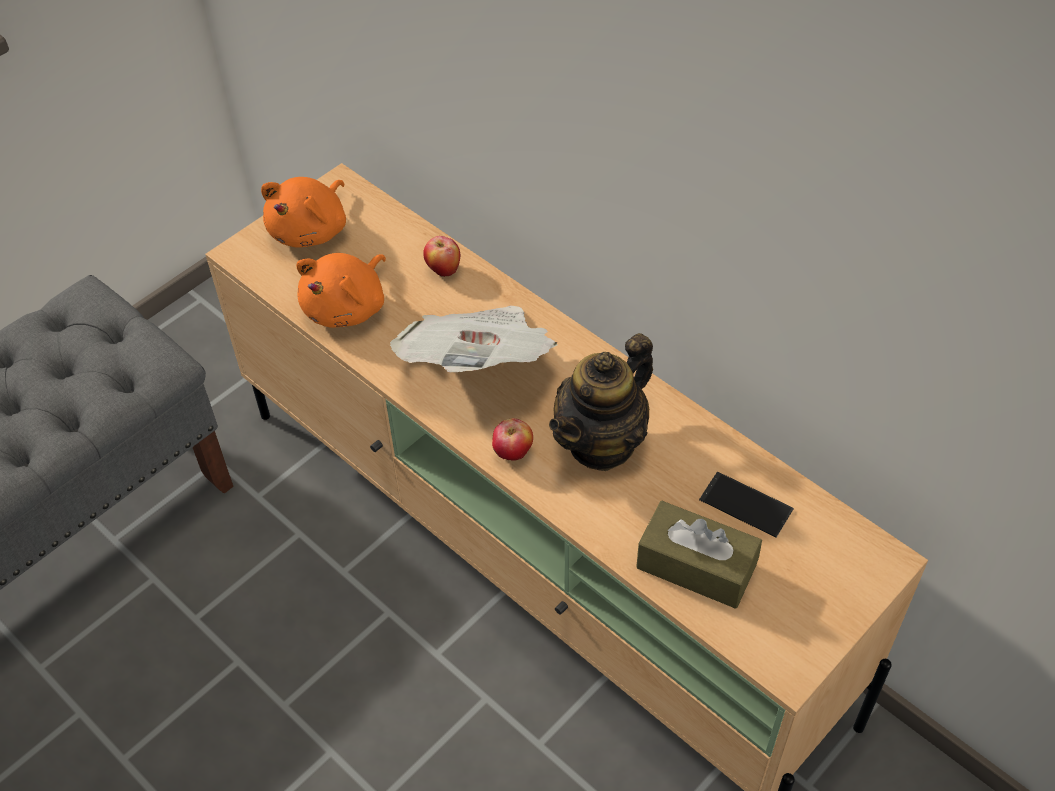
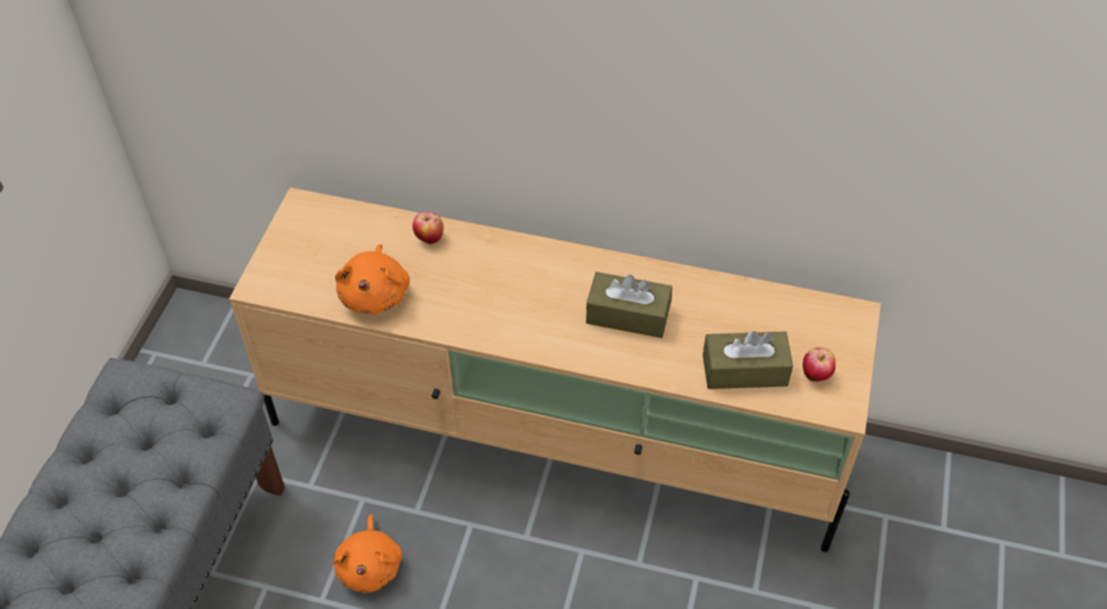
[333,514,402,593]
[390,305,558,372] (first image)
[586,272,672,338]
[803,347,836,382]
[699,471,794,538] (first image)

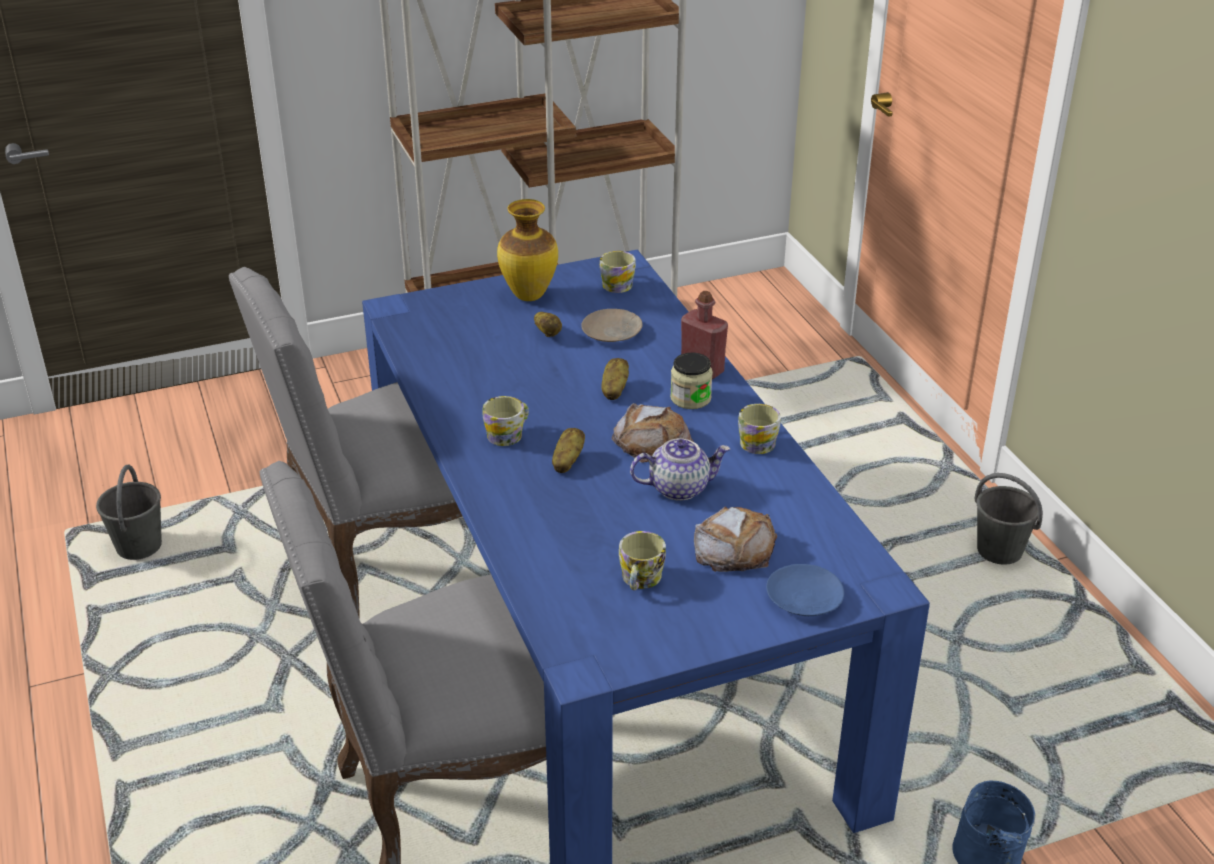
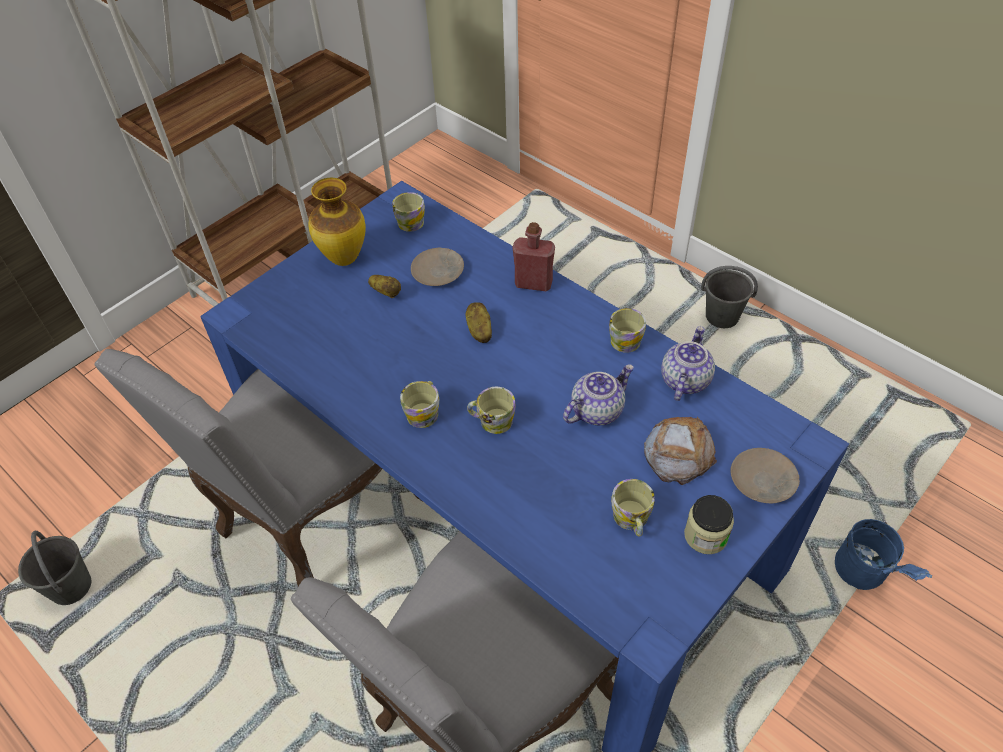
[684,495,734,554]
[612,403,694,463] (first image)
[467,387,516,434]
[730,448,800,503]
[661,326,715,401]

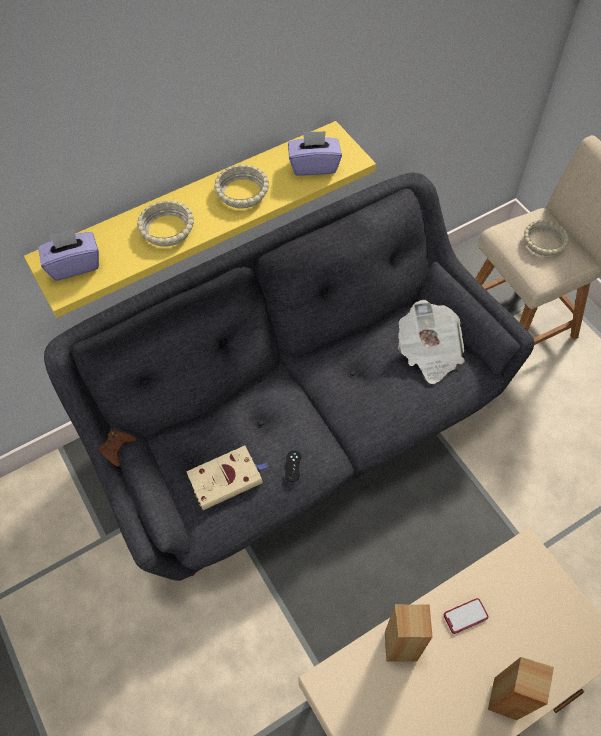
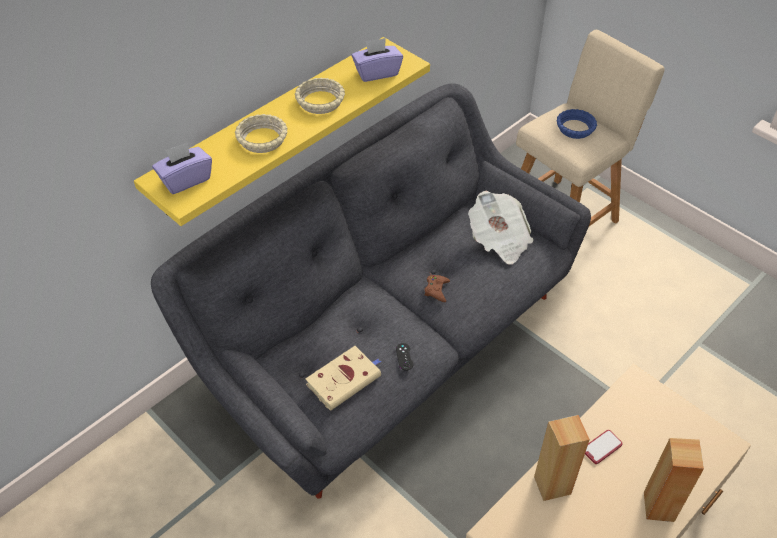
[557,109,597,139]
[425,275,450,302]

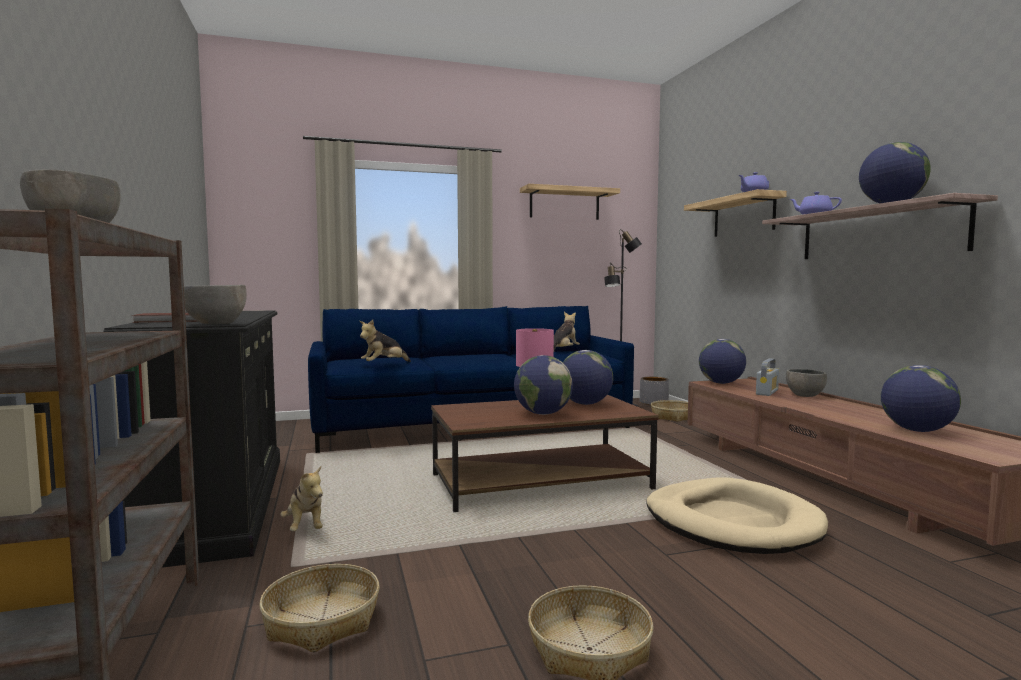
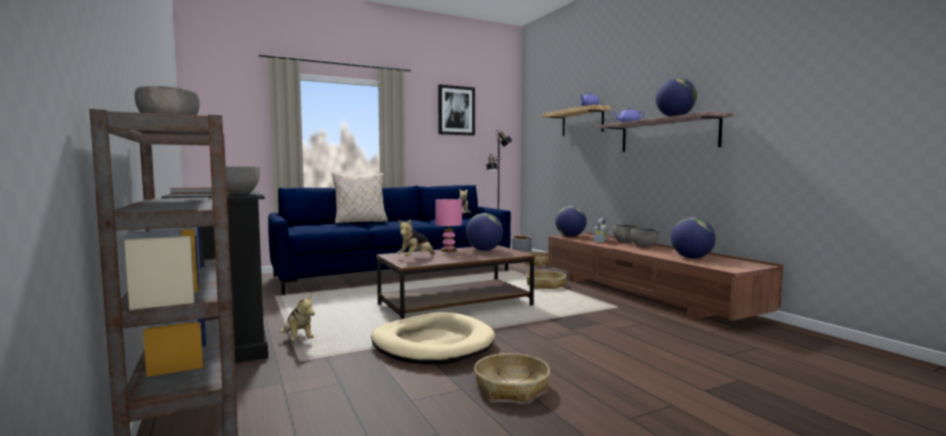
[438,84,475,136]
[397,219,435,256]
[514,355,573,415] (first image)
[371,312,495,364]
[526,271,566,289]
[332,173,388,224]
[630,228,659,247]

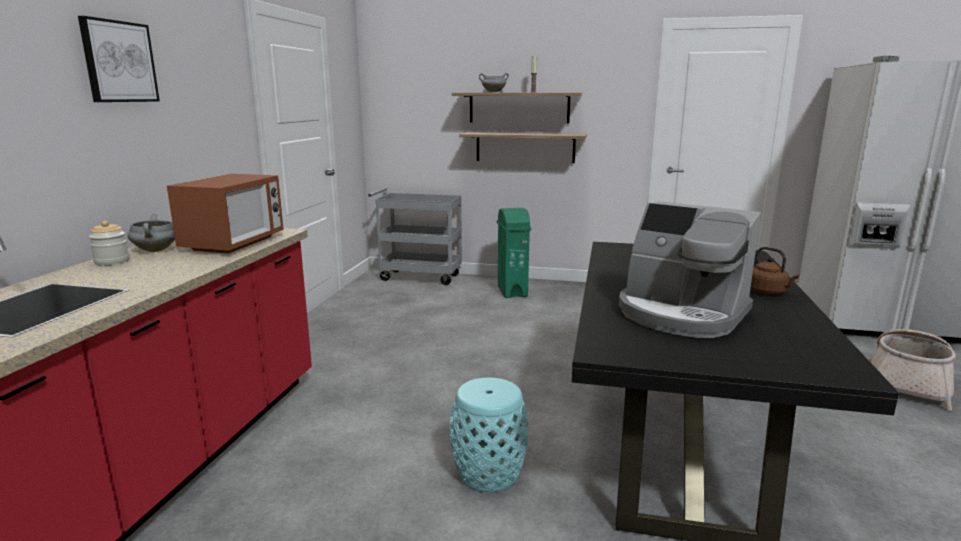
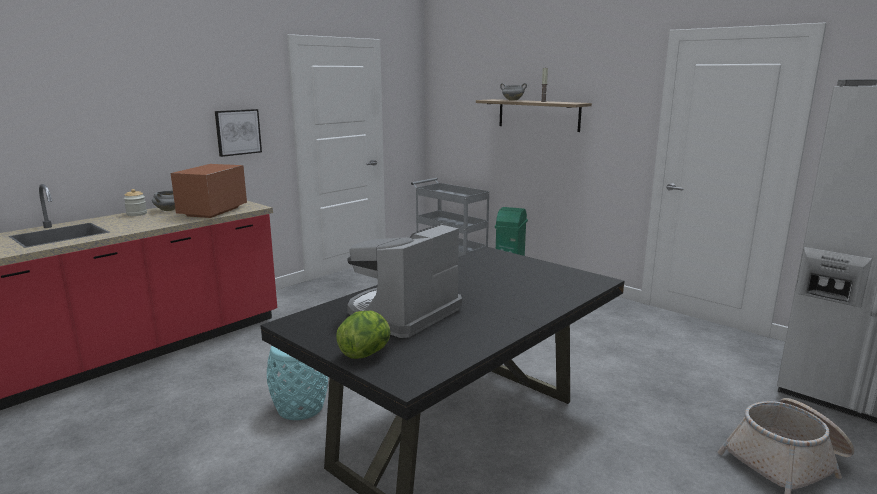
[215,109,262,157]
[459,132,587,163] (first image)
[171,164,247,218]
[347,223,462,338]
[750,247,800,295] (first image)
[336,311,391,359]

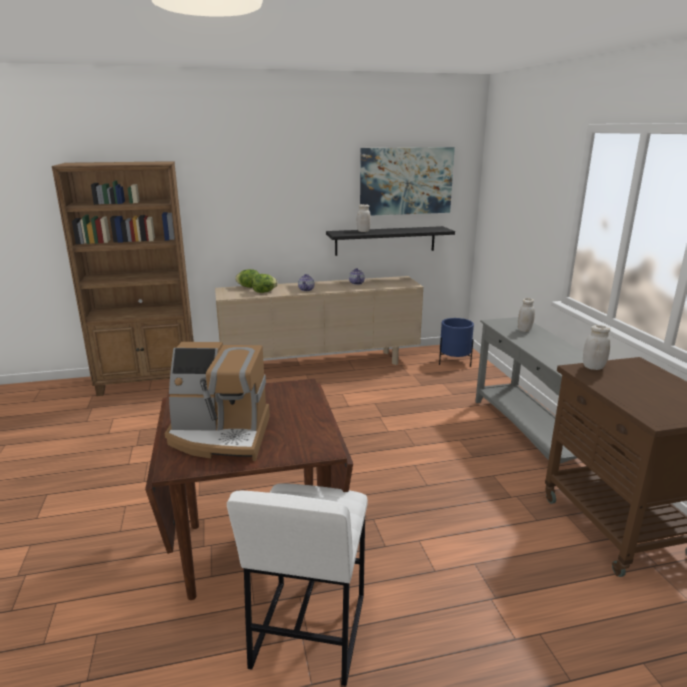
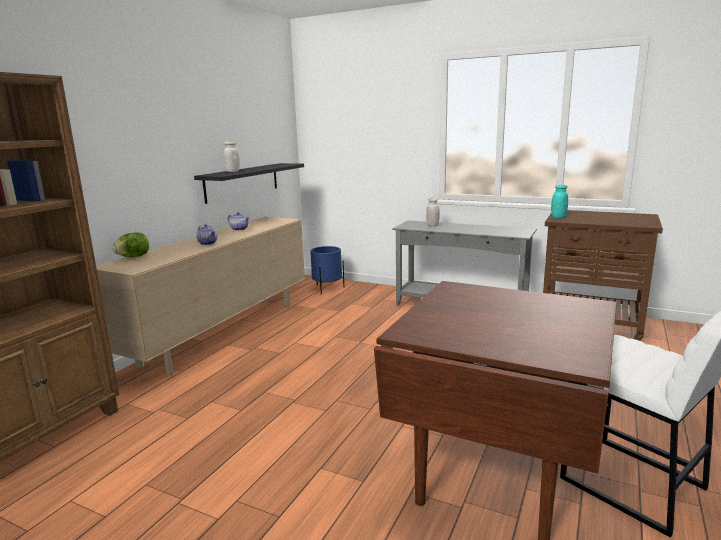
[360,147,455,215] (first image)
[252,274,278,293] (first image)
[551,185,568,218]
[165,342,270,461] (first image)

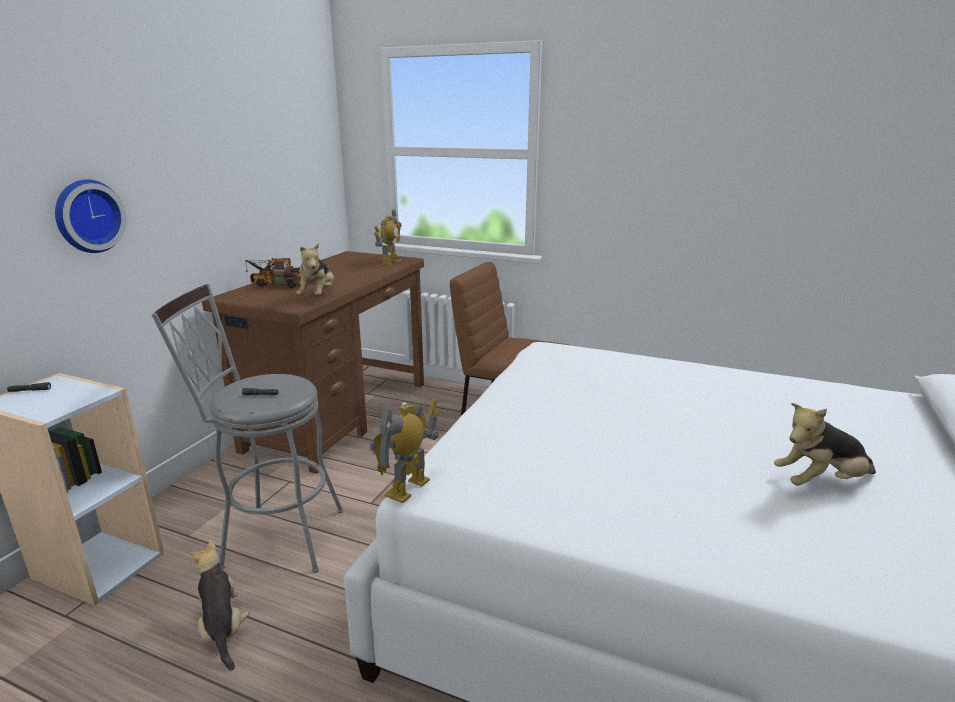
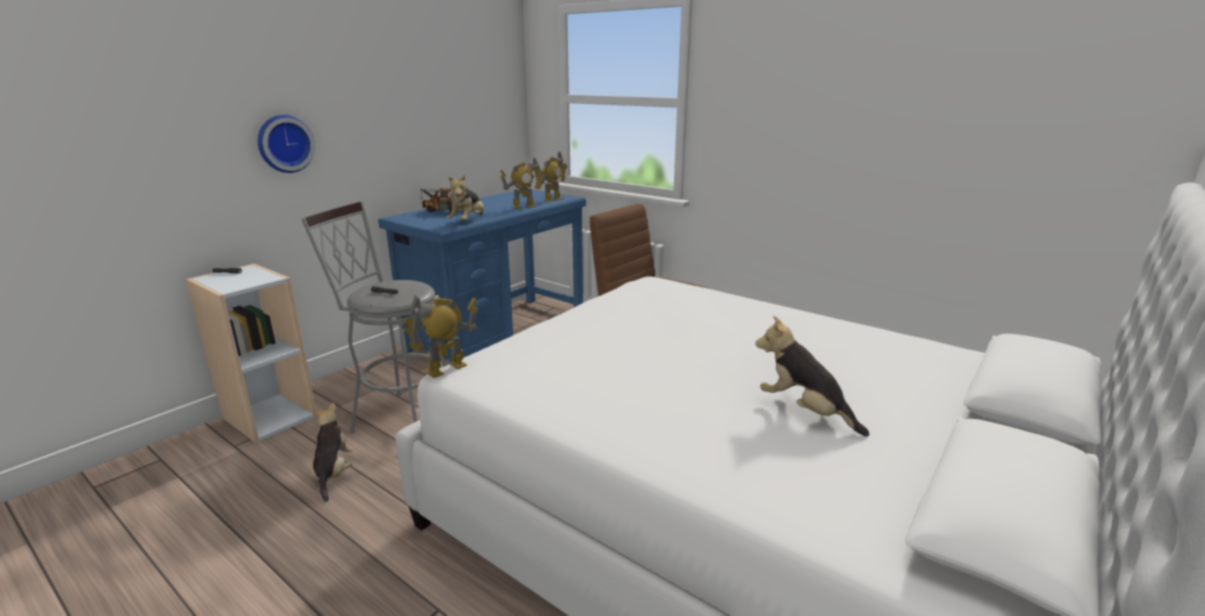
[378,190,586,363]
[756,315,869,437]
[500,157,545,209]

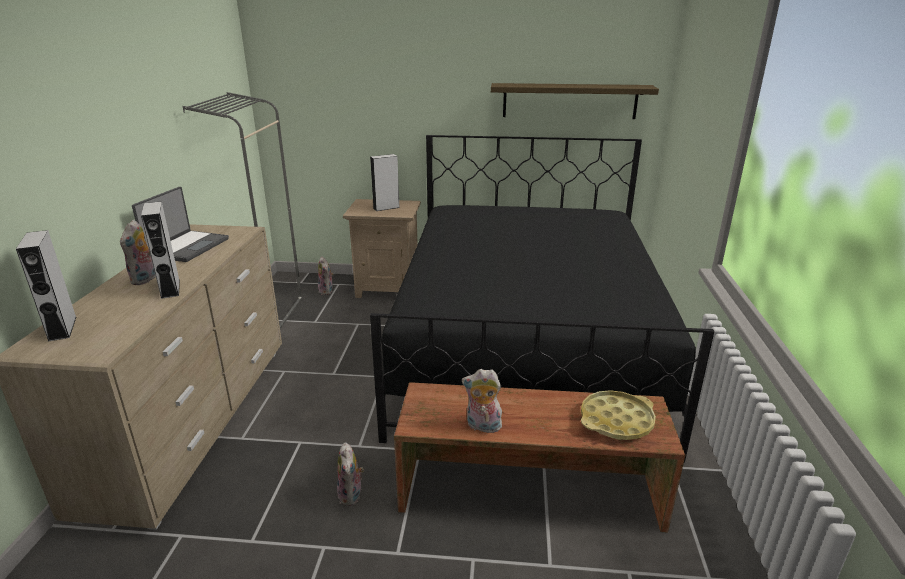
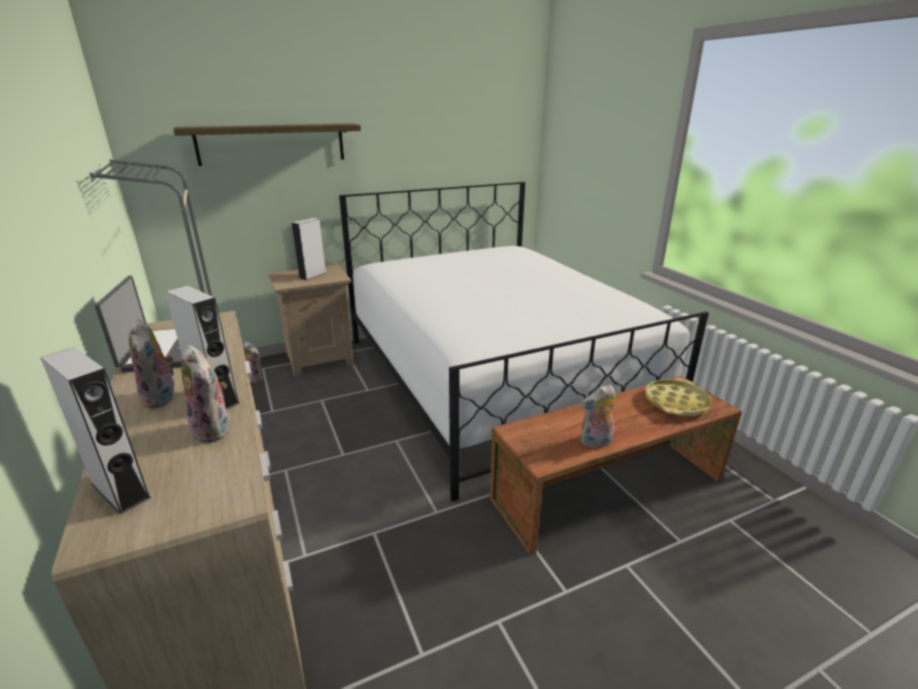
[173,124,361,166]
[339,182,709,501]
[181,345,229,443]

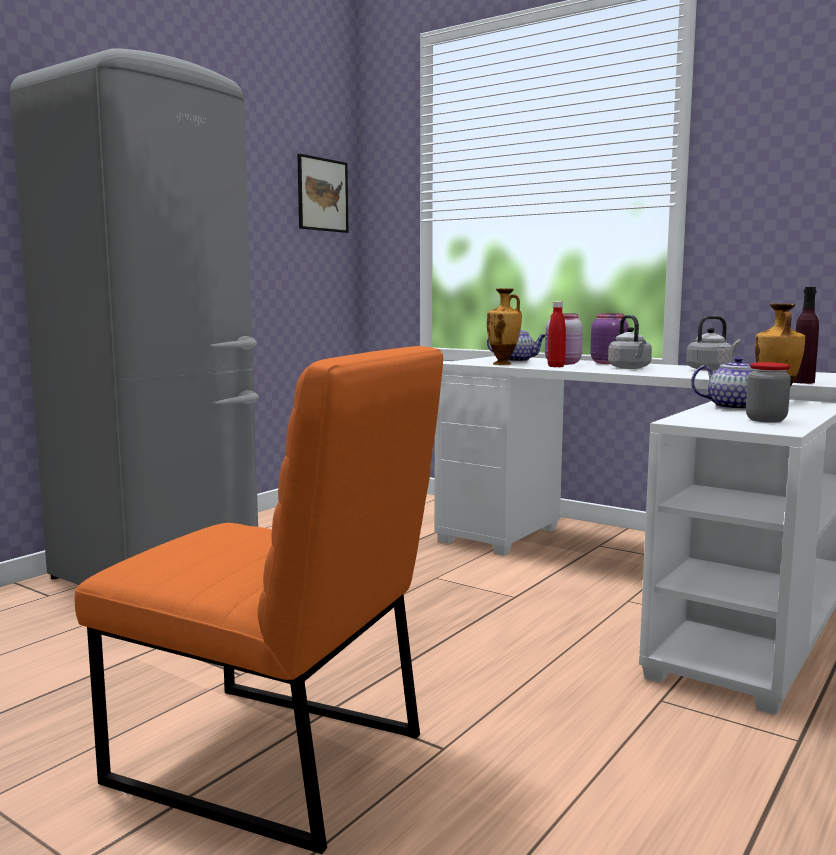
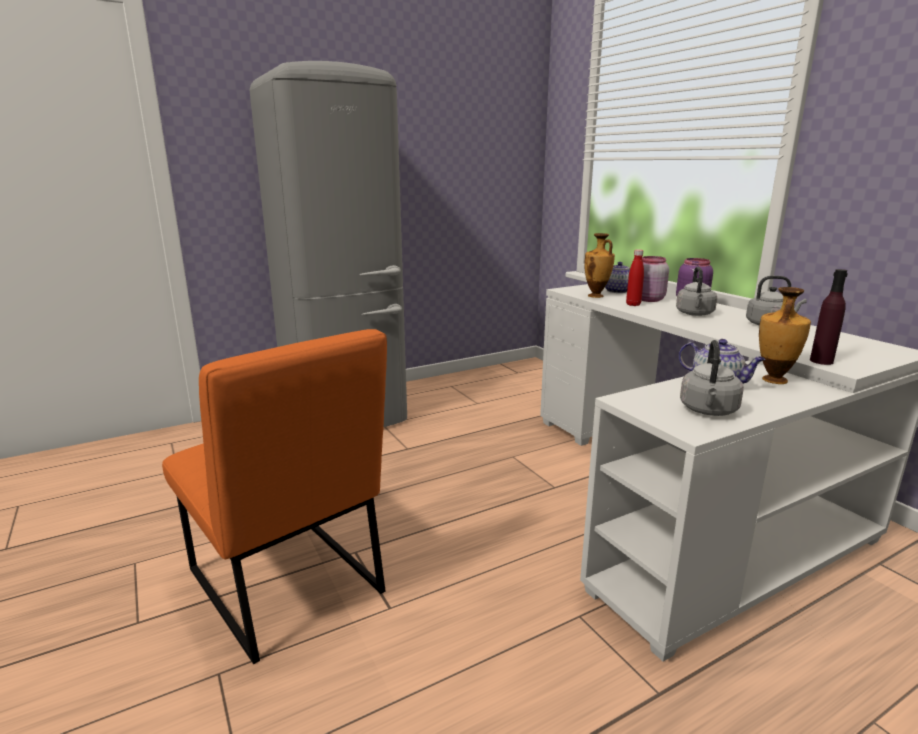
[297,154,348,233] (first image)
[680,340,744,416]

